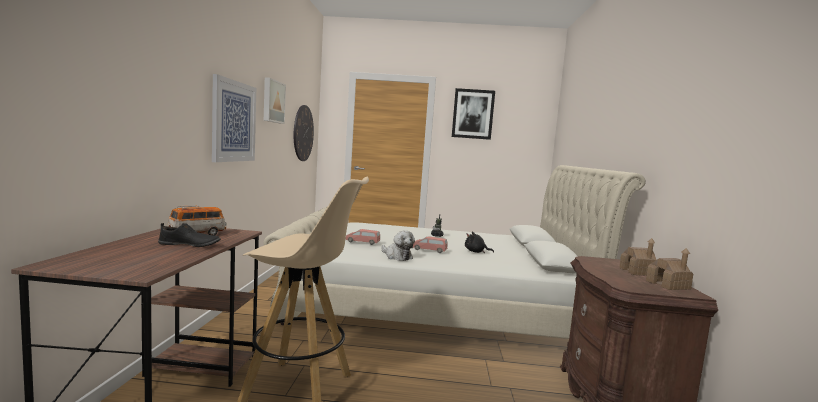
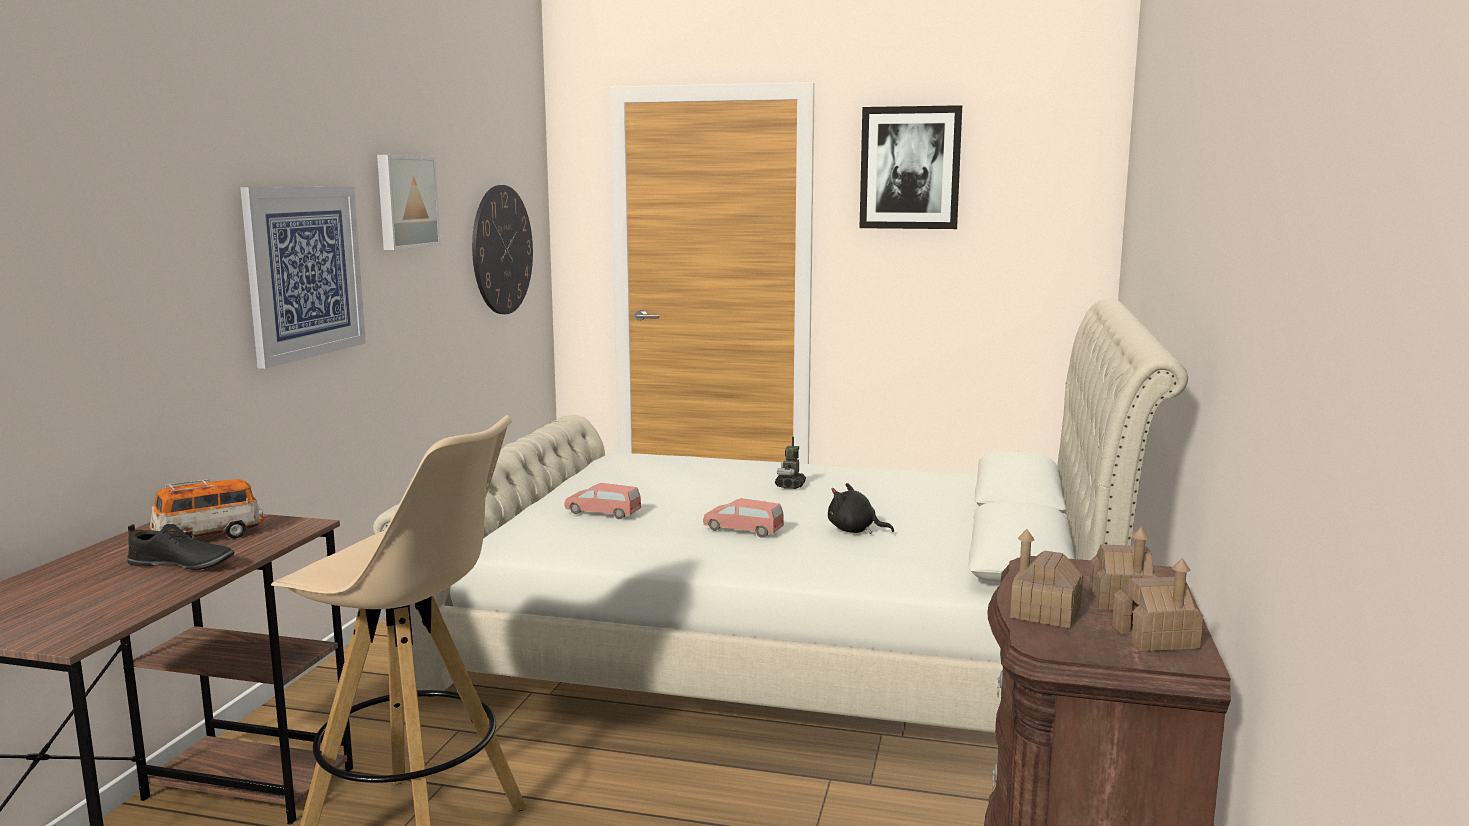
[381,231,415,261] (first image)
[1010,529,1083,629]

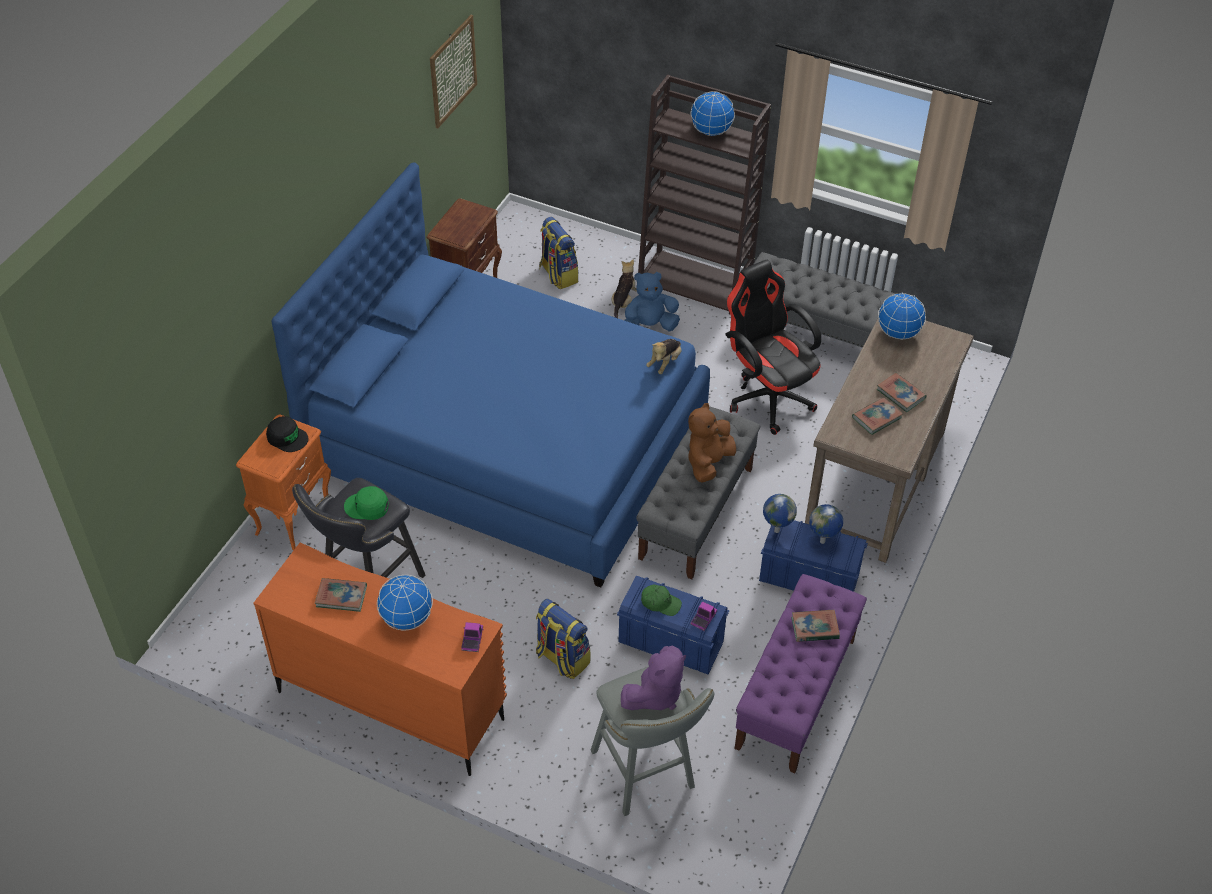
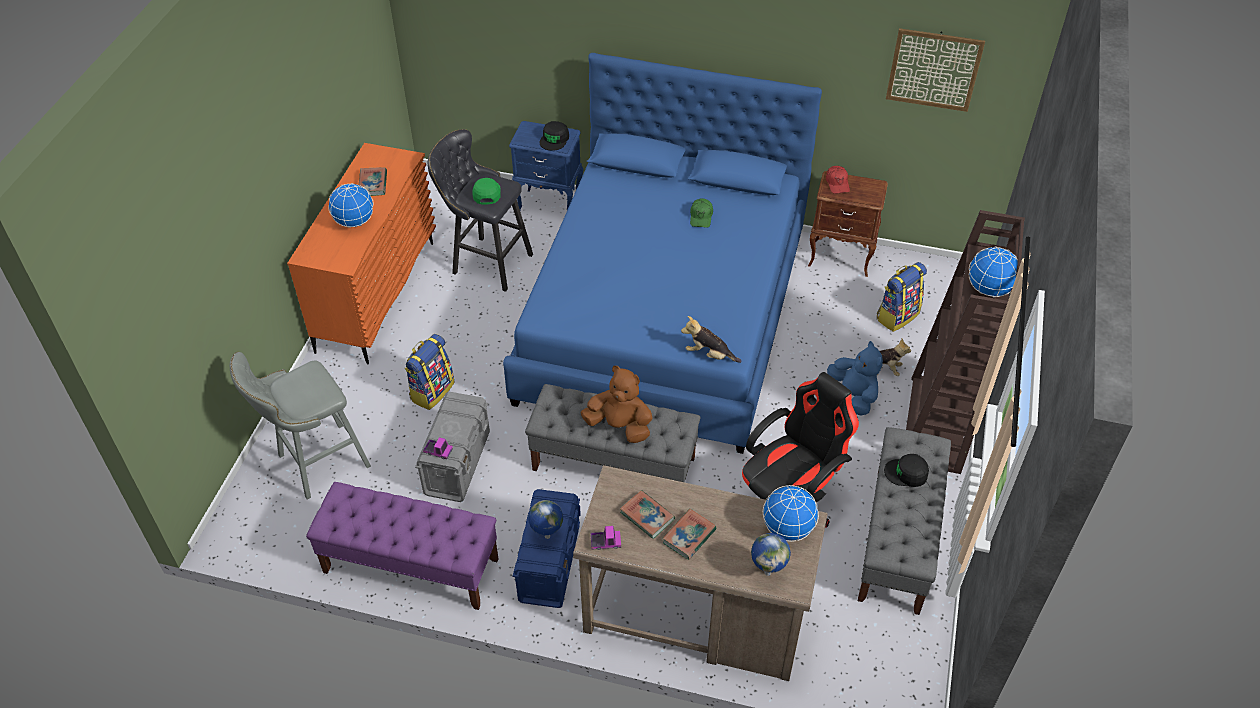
[509,121,583,210]
[751,533,791,576]
[415,391,490,502]
[690,198,713,228]
[791,610,840,642] (first image)
[591,526,621,550]
[621,646,686,710] (first image)
[826,166,850,194]
[884,454,929,487]

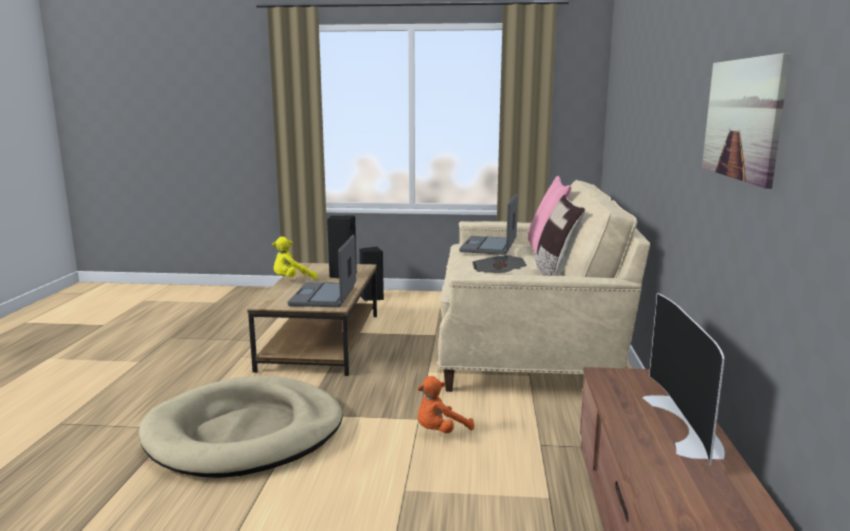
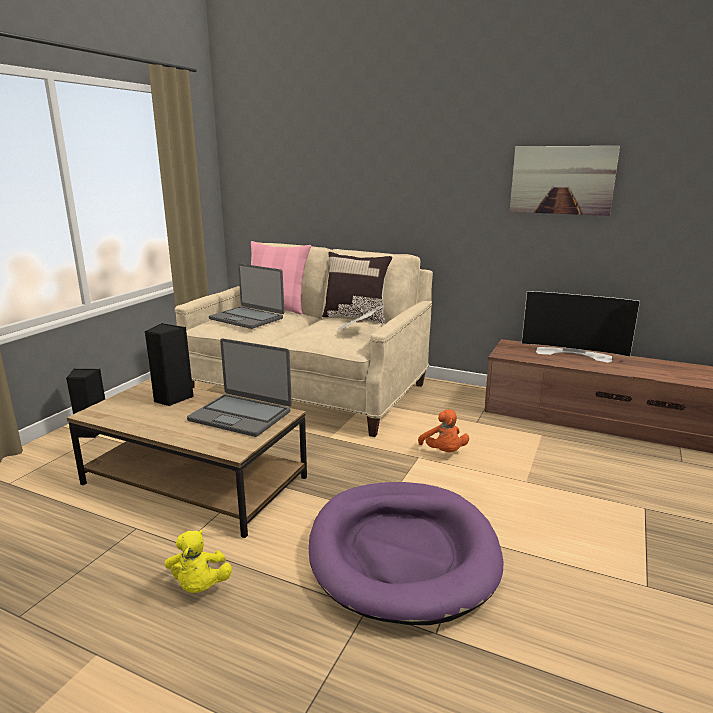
[165,530,232,593]
[309,482,503,625]

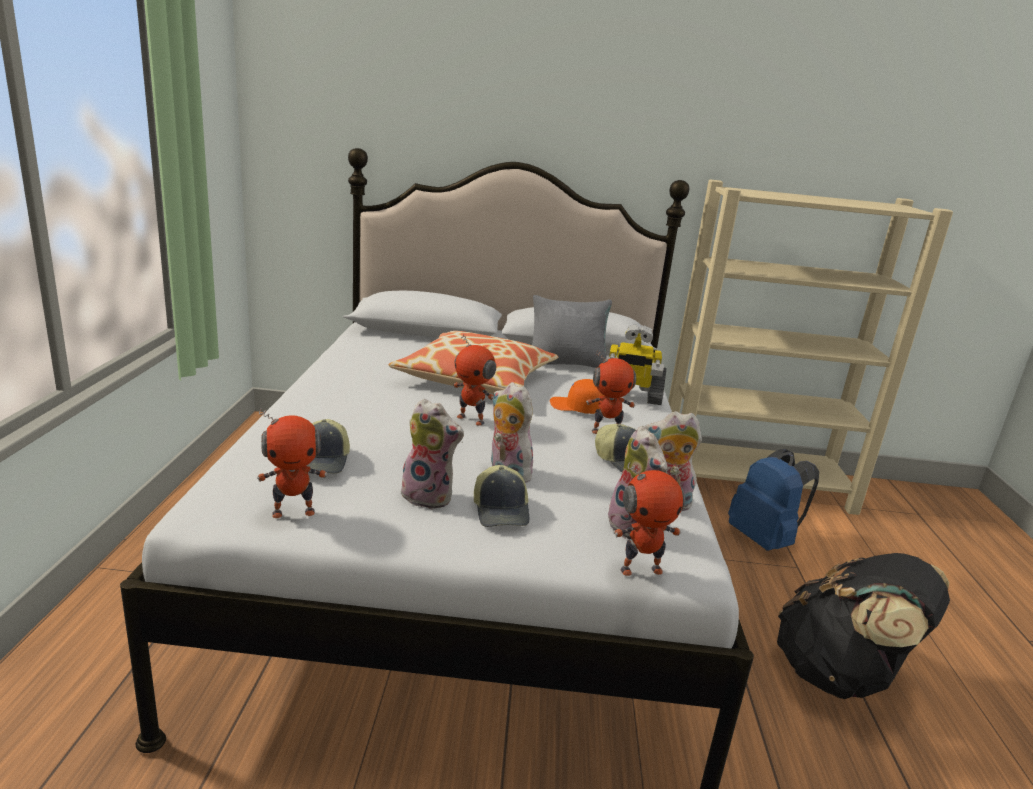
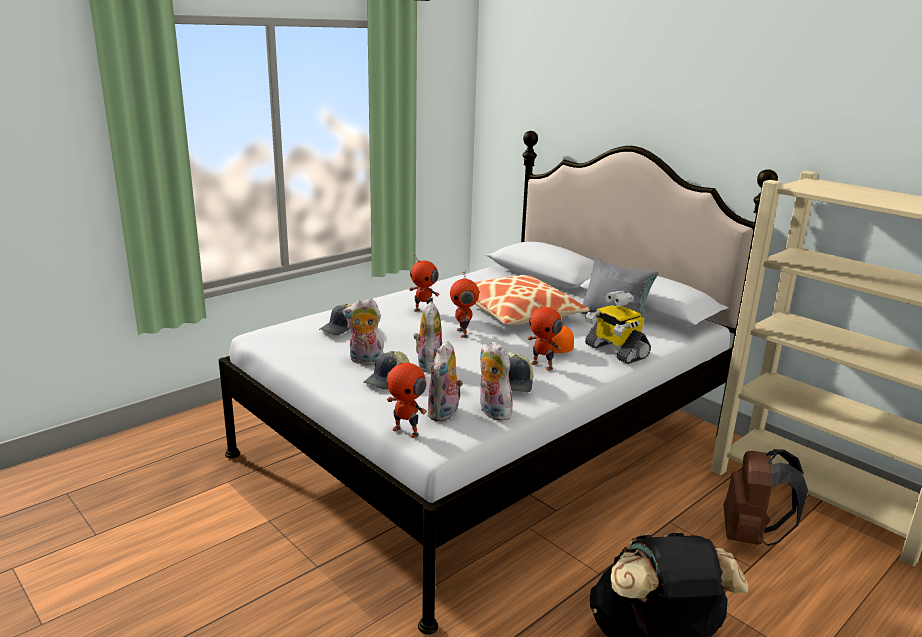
[343,298,384,367]
[409,255,440,312]
[723,449,808,546]

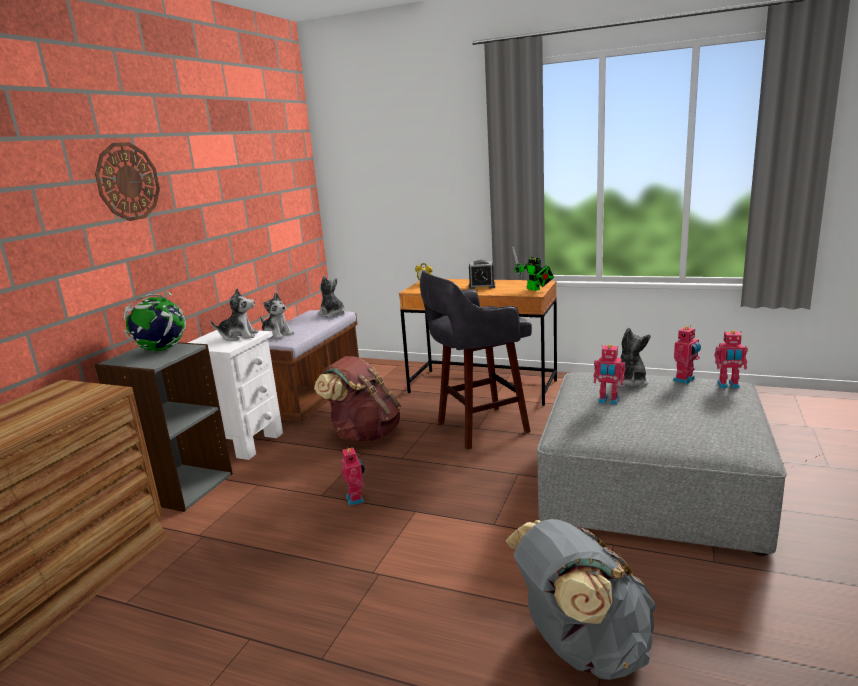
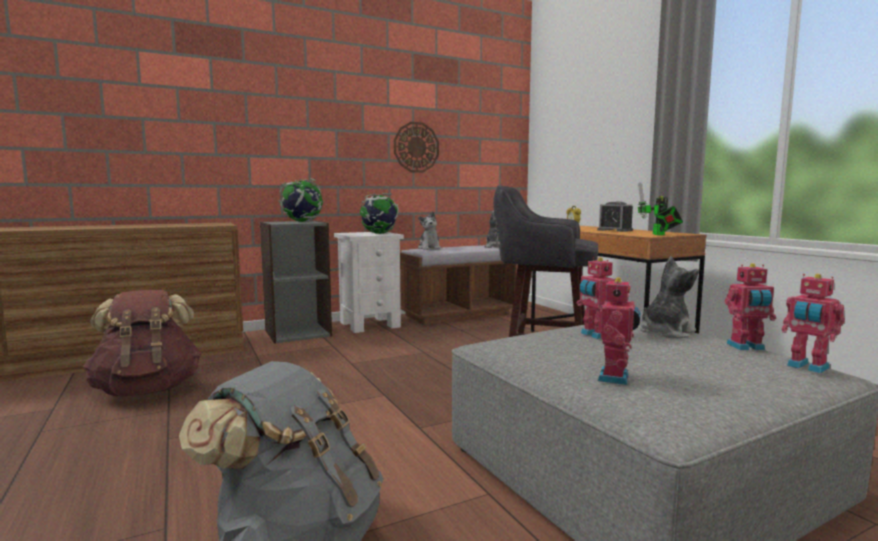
[394,122,439,173]
[360,193,399,234]
[83,290,201,396]
[598,277,641,385]

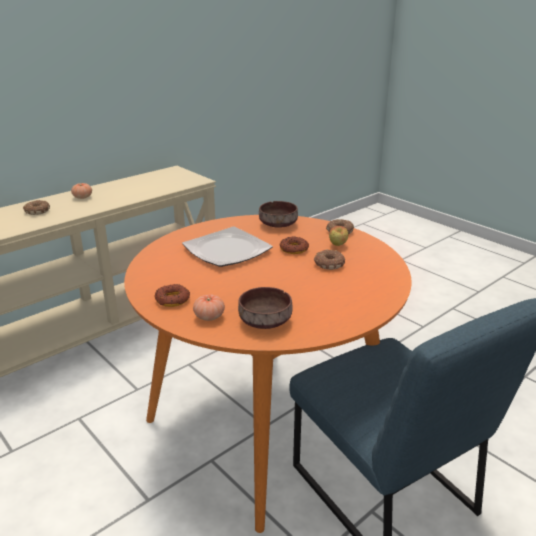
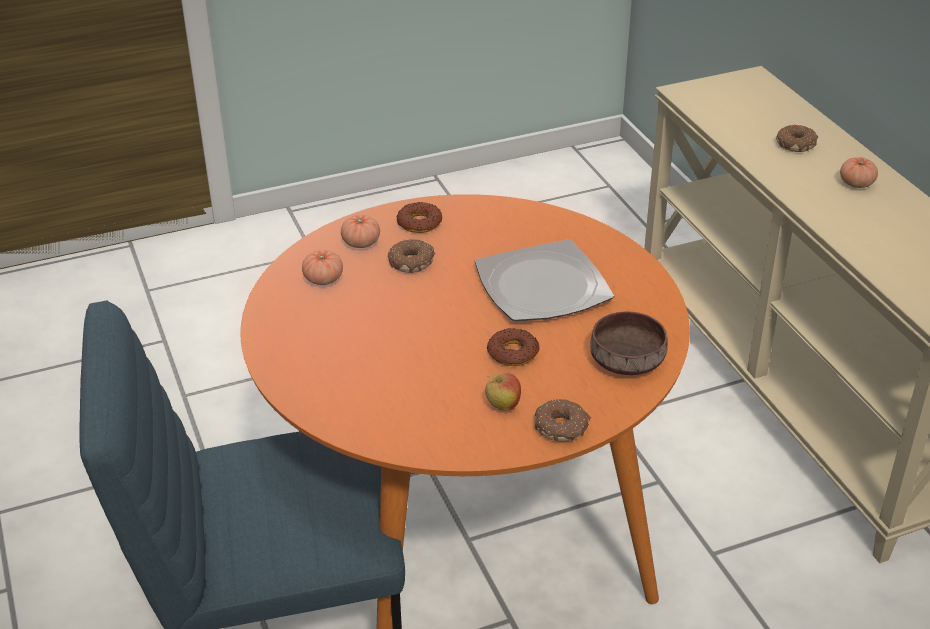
[388,239,435,273]
[302,250,343,285]

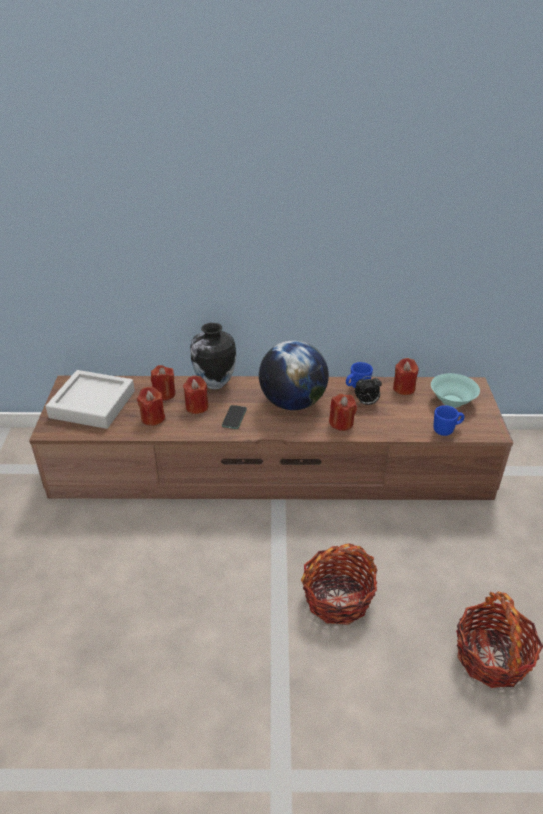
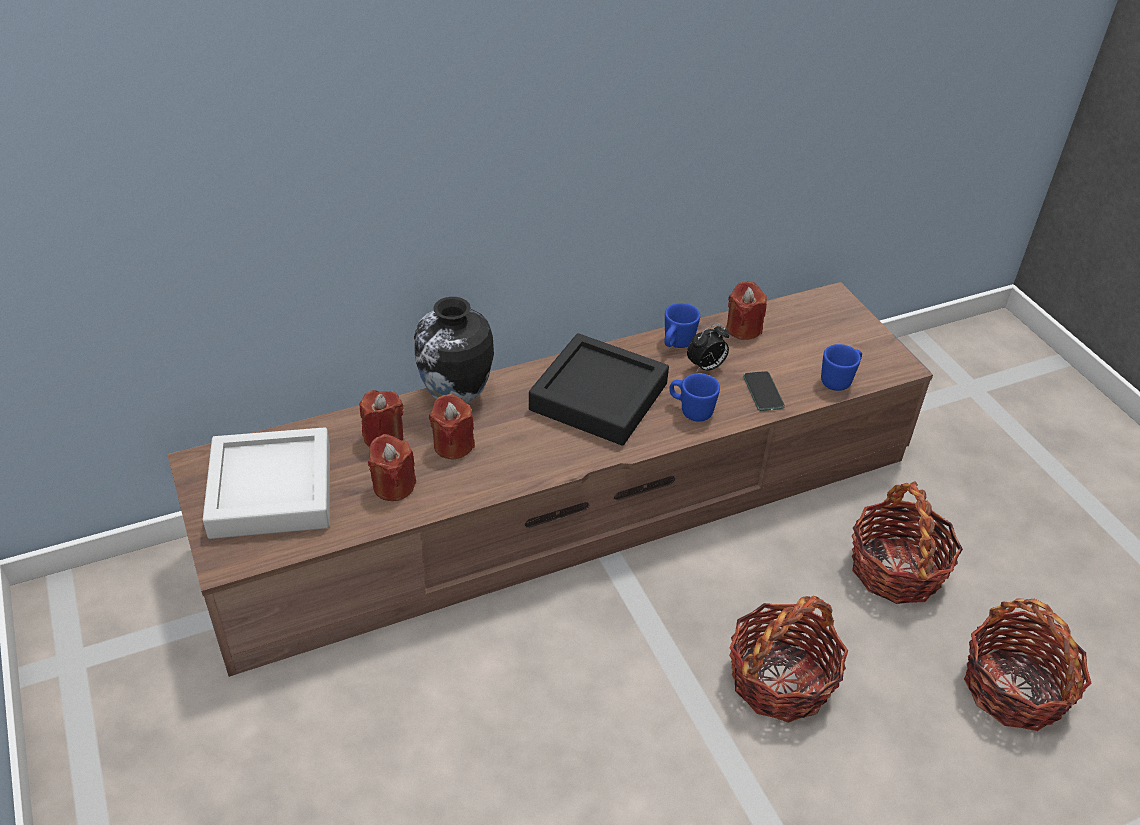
[529,333,669,446]
[431,373,480,408] (first image)
[669,373,720,422]
[743,371,785,411]
[852,481,963,604]

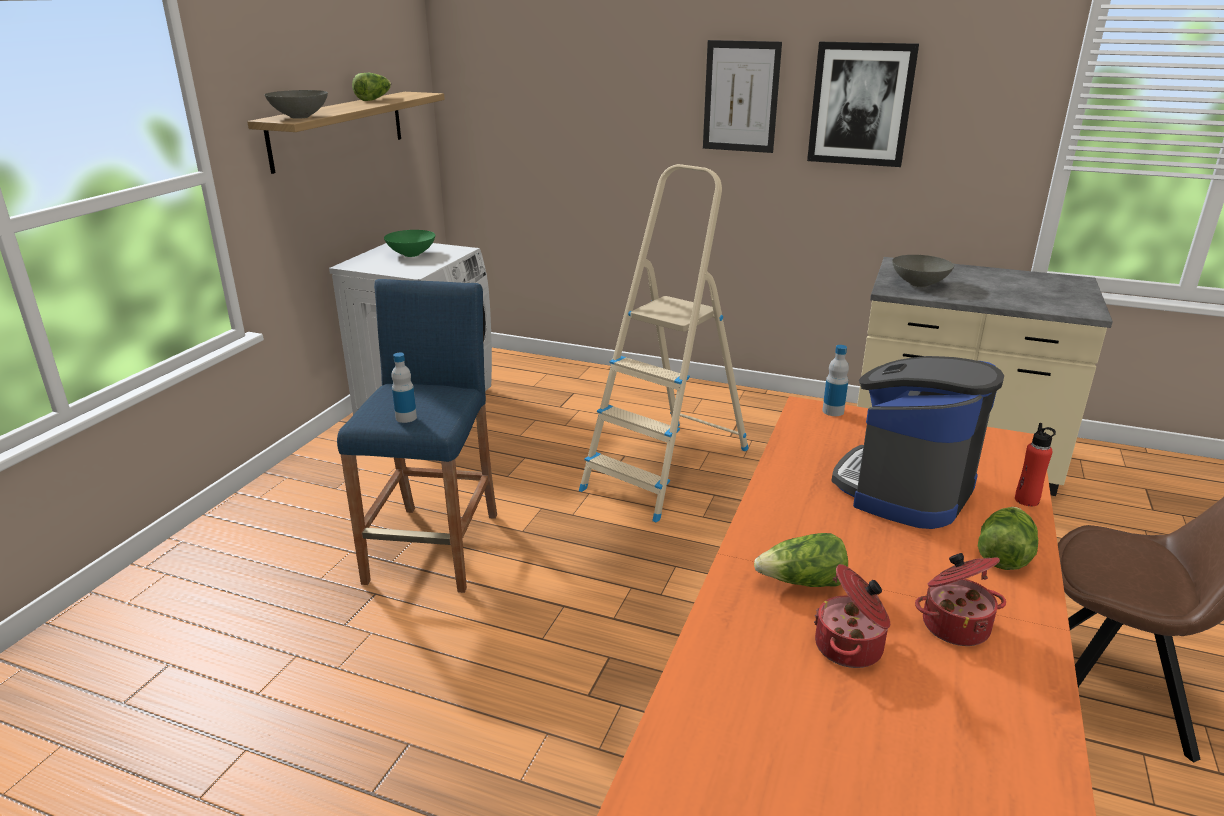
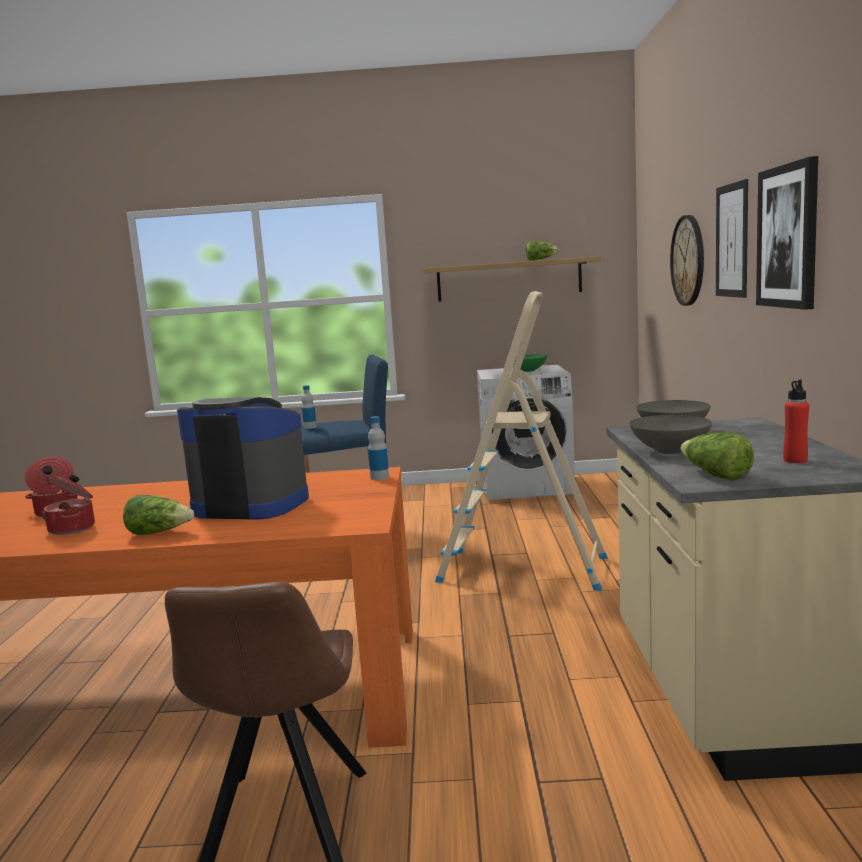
[629,415,712,454]
[783,379,809,463]
[681,433,754,481]
[670,215,704,306]

